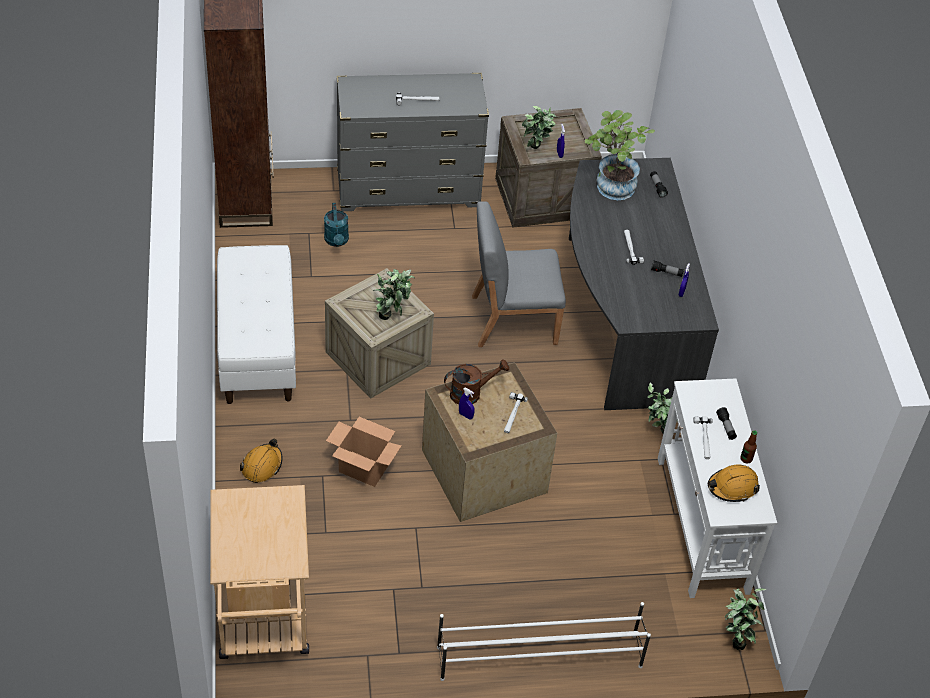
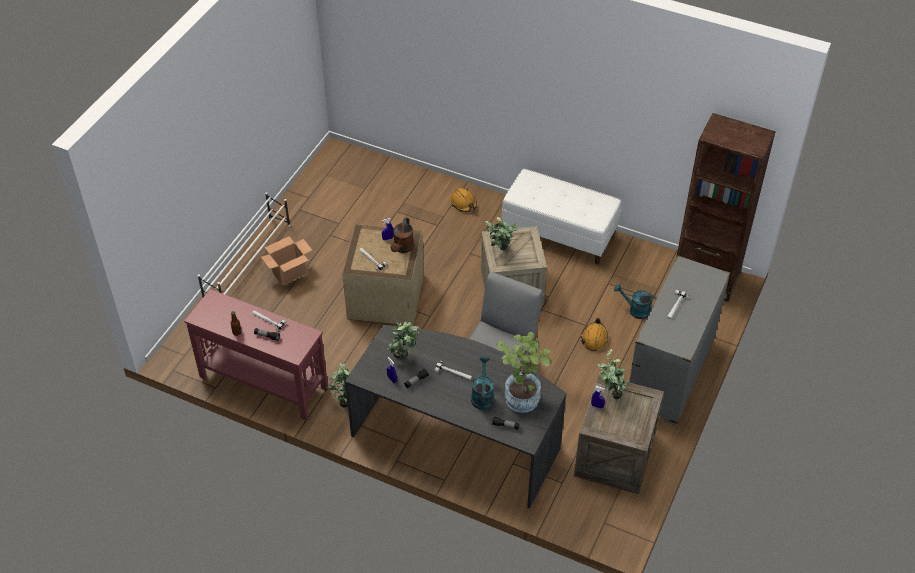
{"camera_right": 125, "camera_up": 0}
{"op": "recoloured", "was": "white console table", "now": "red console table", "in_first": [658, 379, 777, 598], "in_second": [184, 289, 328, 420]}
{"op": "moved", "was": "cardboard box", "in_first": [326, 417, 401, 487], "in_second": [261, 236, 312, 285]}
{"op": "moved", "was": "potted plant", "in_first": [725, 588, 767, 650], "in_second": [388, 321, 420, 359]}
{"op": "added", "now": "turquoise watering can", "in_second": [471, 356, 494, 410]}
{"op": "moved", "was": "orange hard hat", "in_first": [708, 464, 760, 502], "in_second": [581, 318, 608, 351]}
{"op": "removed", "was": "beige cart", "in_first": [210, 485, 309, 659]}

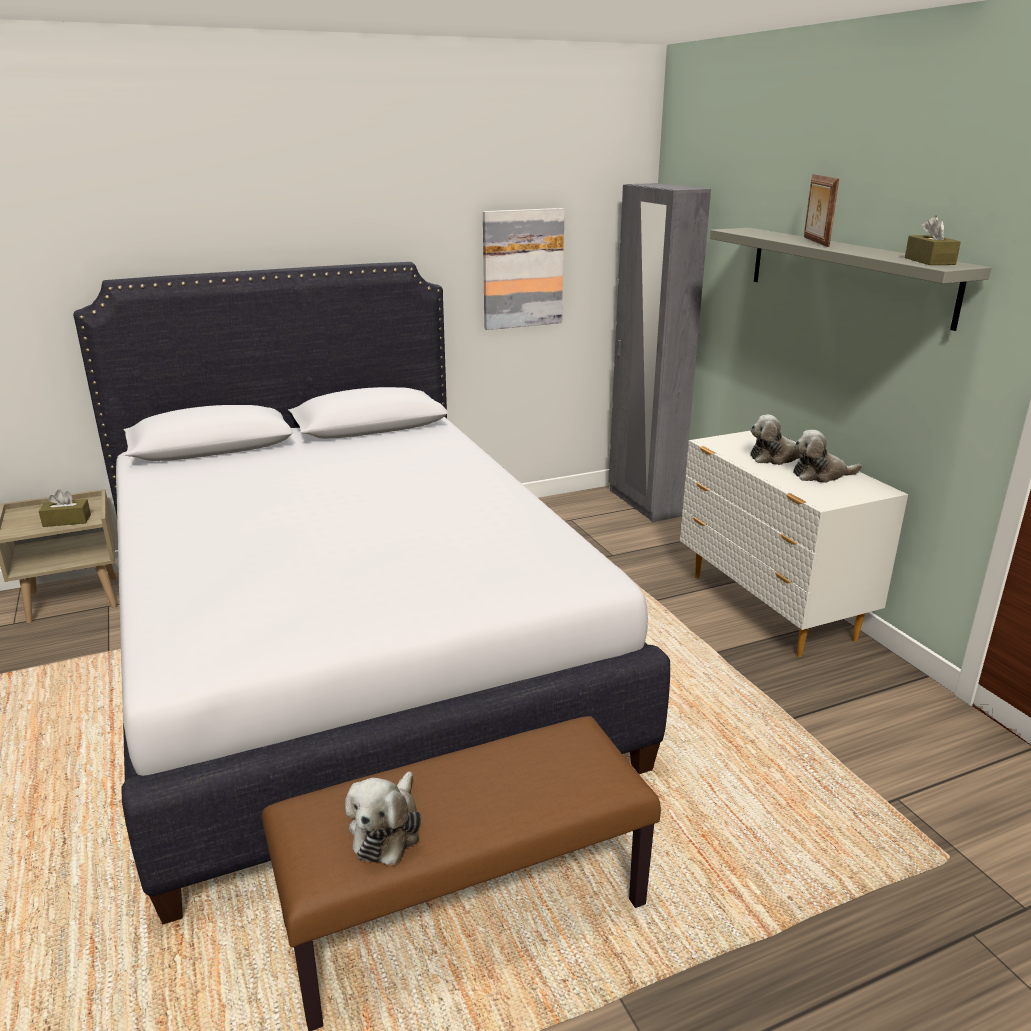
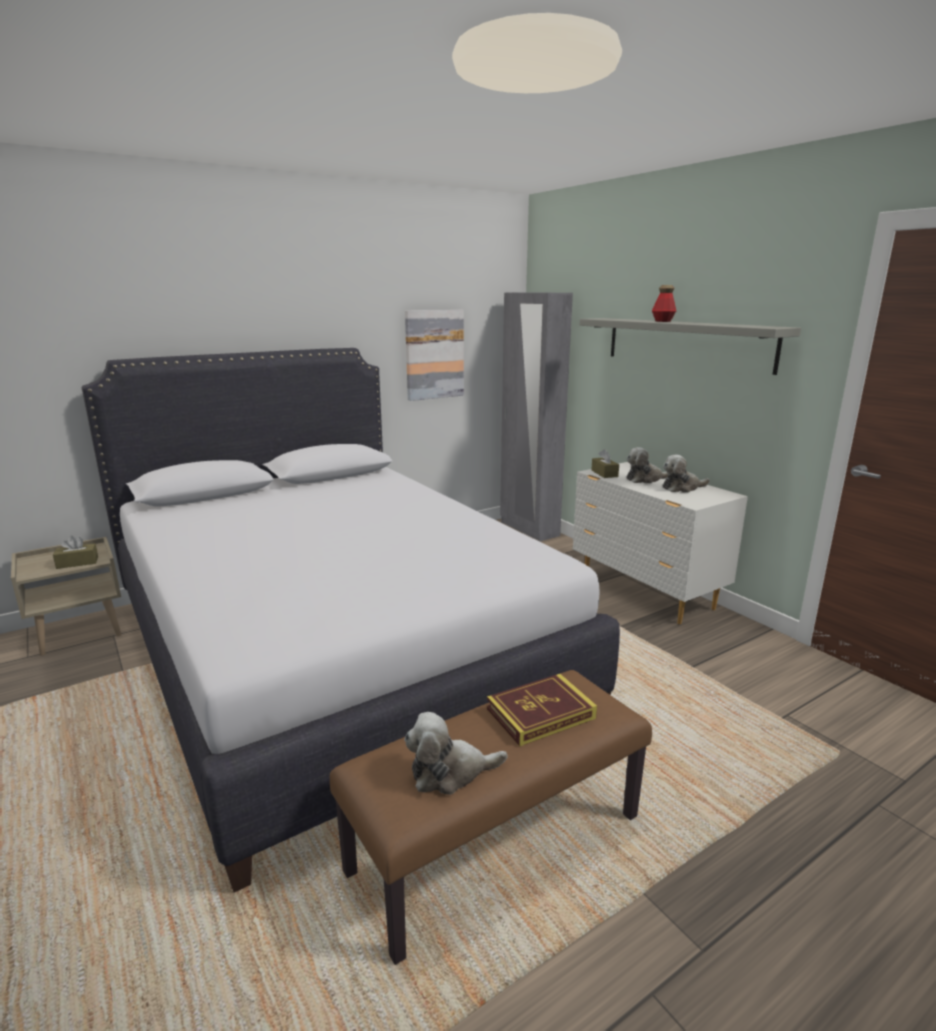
{"camera_right": -10, "camera_up": -5}
{"op": "turned", "was": "plush toy", "in_first": [345, 771, 421, 865], "in_second": [404, 712, 507, 795], "clockwise": 75}
{"op": "added", "now": "book", "in_second": [487, 674, 597, 747]}
{"op": "moved", "was": "brown tissue box", "in_first": [905, 215, 961, 265], "in_second": [591, 449, 619, 478]}
{"op": "replaced", "was": "picture frame", "now": "bottle", "in_first": [804, 174, 839, 247], "in_second": [652, 285, 676, 322]}

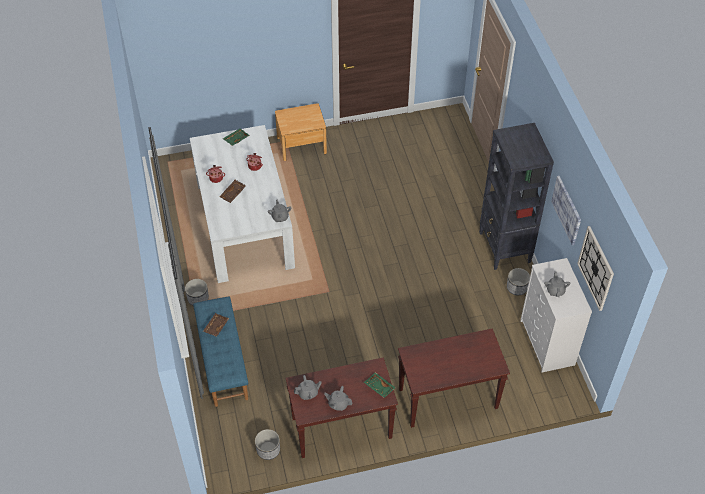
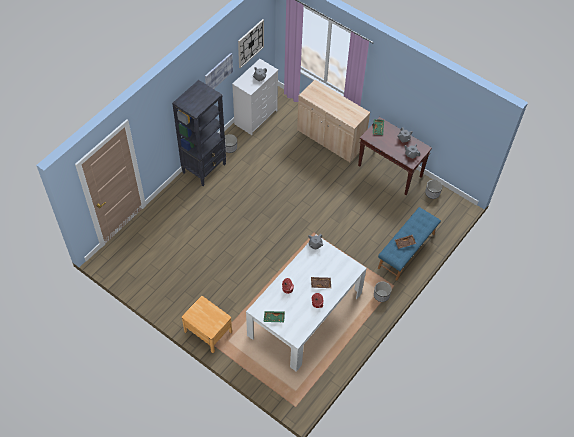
{"camera_right": -130, "camera_up": 5}
{"op": "replaced", "was": "brown console table", "now": "beige cabinet", "in_first": [398, 328, 510, 428], "in_second": [297, 80, 370, 162]}

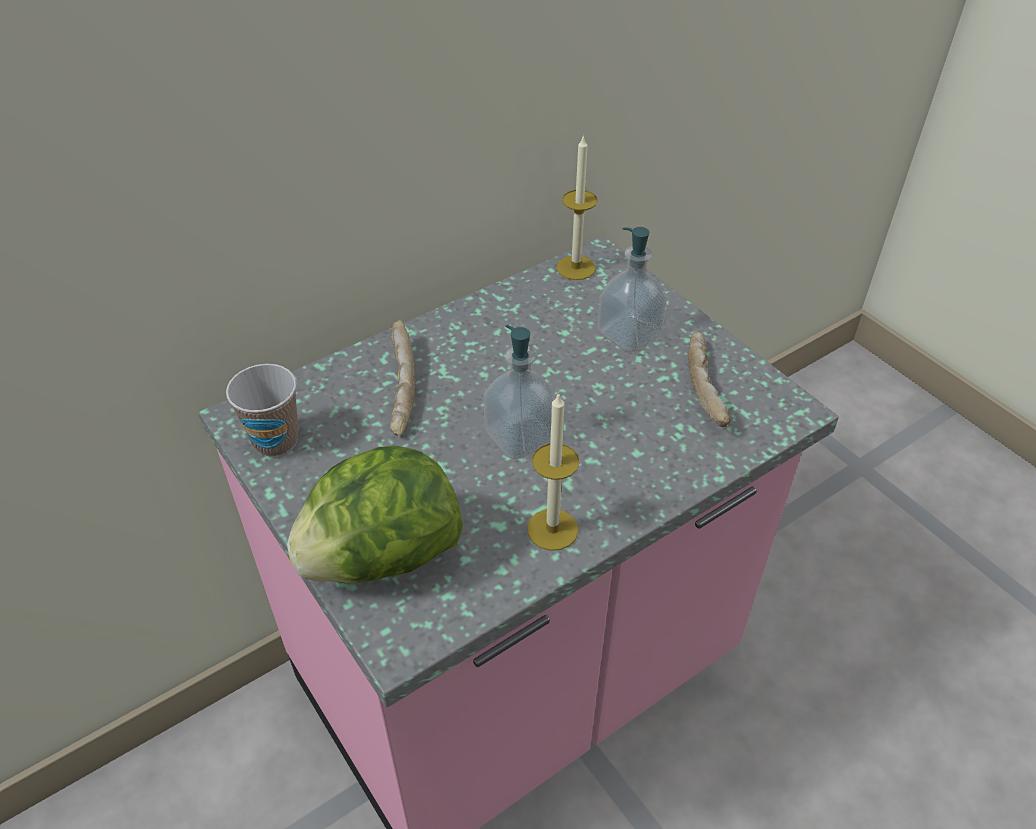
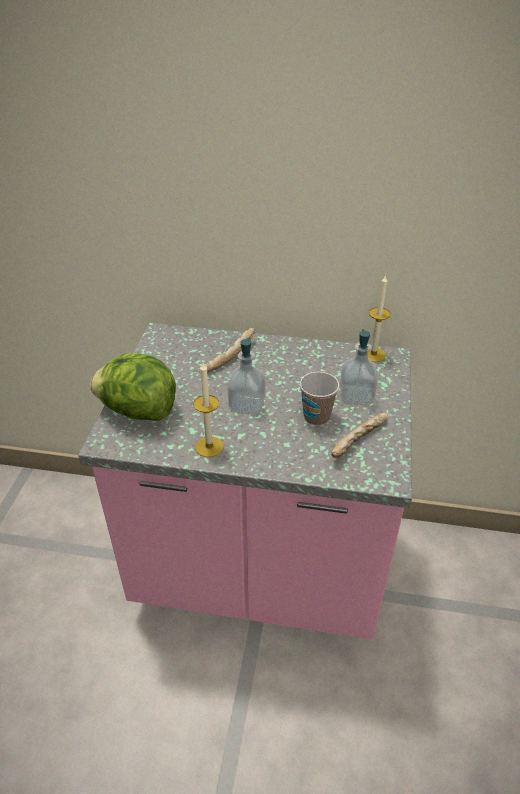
{"camera_right": 45, "camera_up": -5}
{"op": "moved", "was": "cup", "in_first": [226, 364, 298, 457], "in_second": [300, 372, 339, 426]}

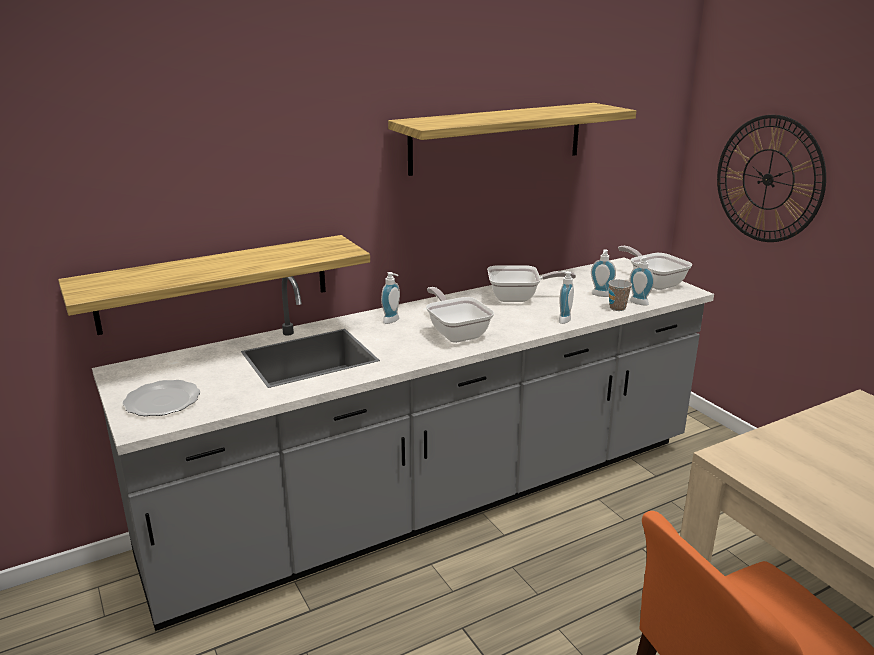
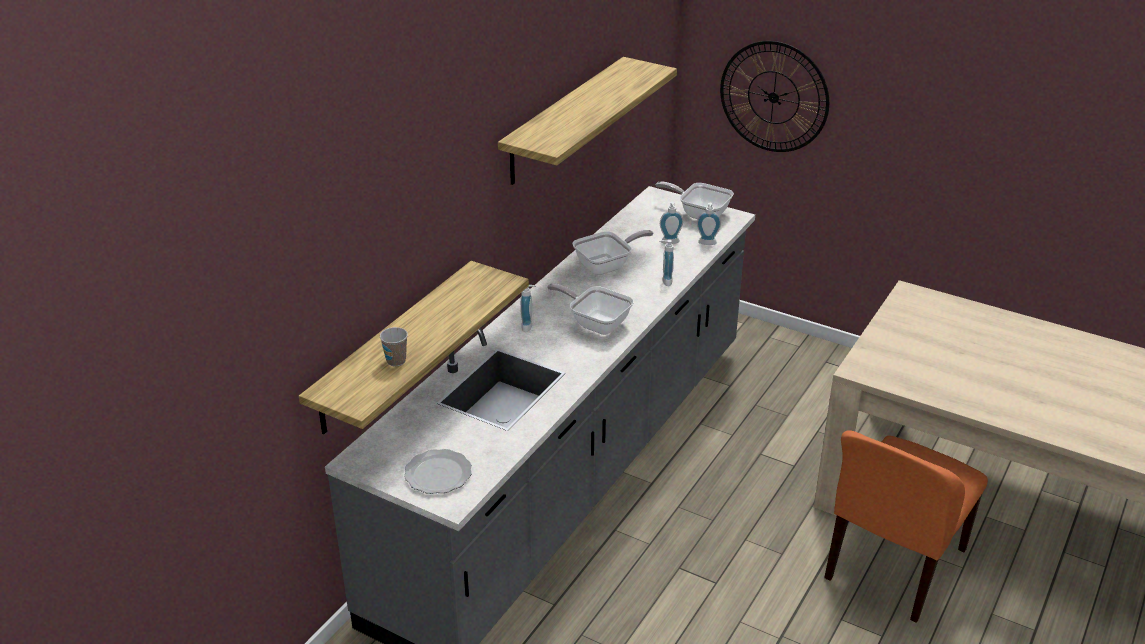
{"camera_right": -30, "camera_up": 10}
{"op": "moved", "was": "cup", "in_first": [608, 279, 632, 311], "in_second": [380, 327, 408, 366]}

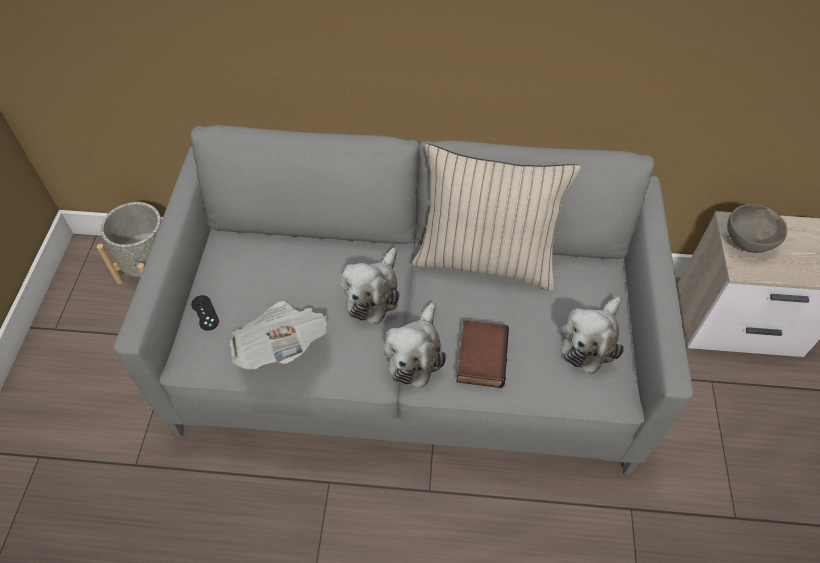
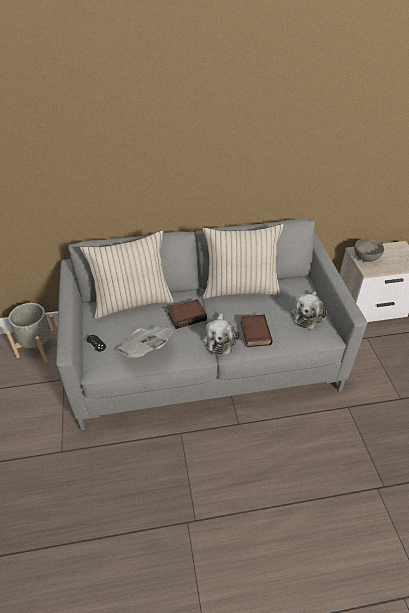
{"camera_right": -15, "camera_up": -10}
{"op": "added", "now": "beige pillow", "in_second": [80, 230, 174, 319]}
{"op": "replaced", "was": "plush toy", "now": "book", "in_first": [341, 248, 400, 325], "in_second": [167, 299, 207, 329]}

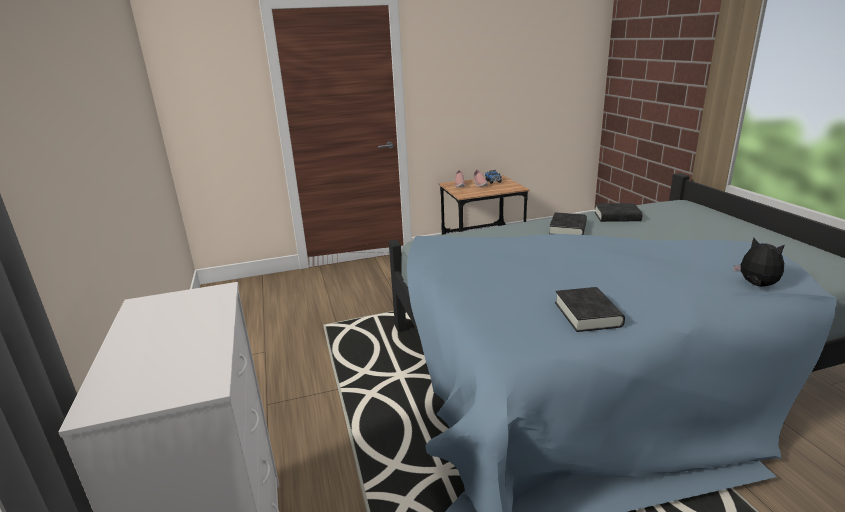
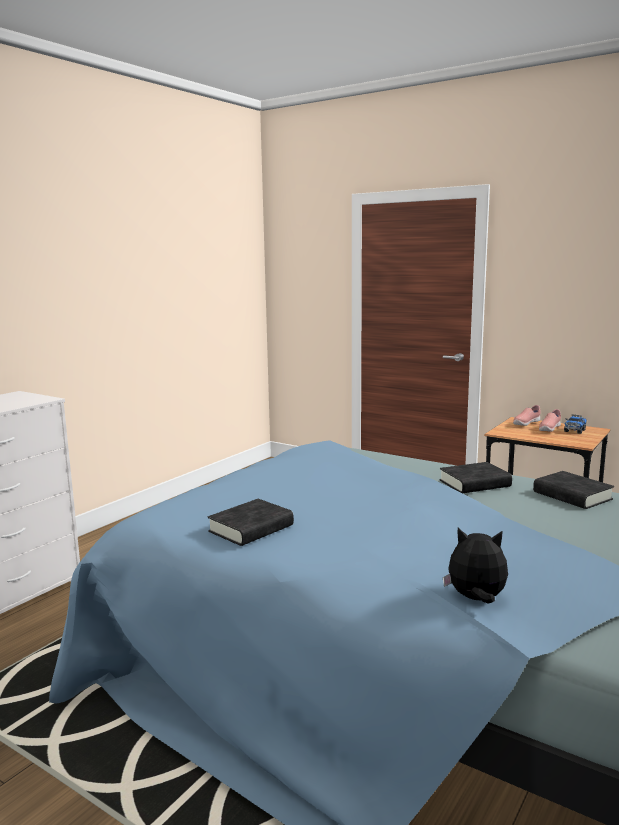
{"camera_right": 50, "camera_up": -10}
{"op": "turned", "was": "plush toy", "in_first": [733, 237, 785, 287], "in_second": [443, 528, 508, 604], "clockwise": -90}

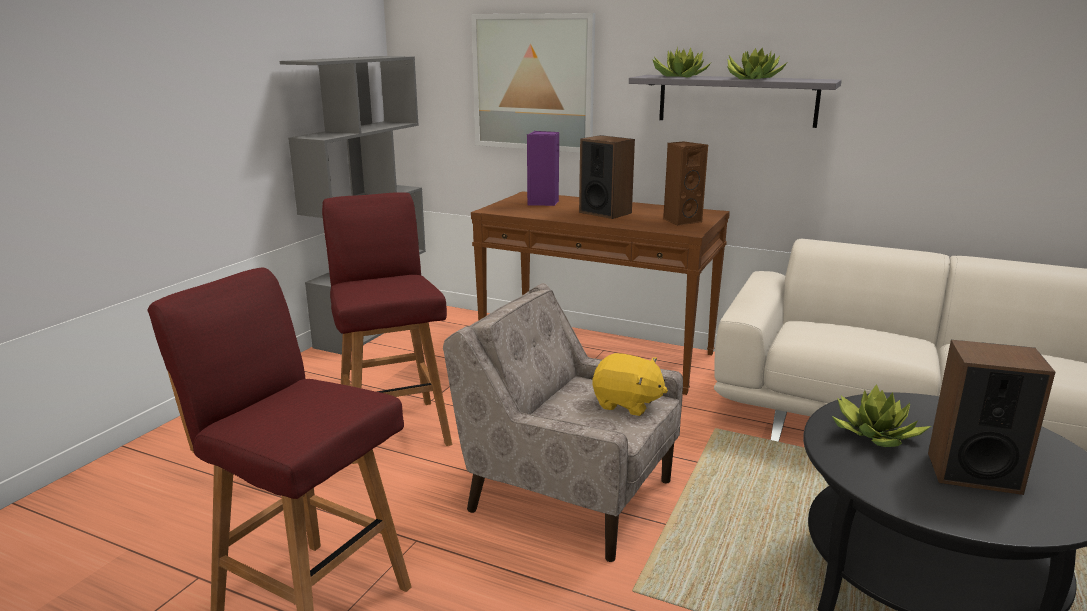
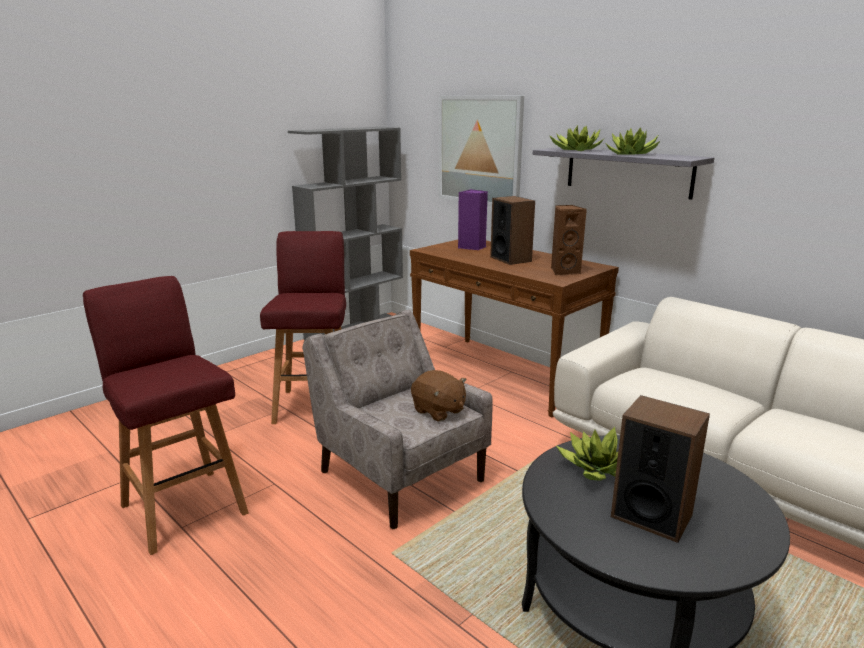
{"camera_right": 20, "camera_up": 0}
{"op": "recoloured", "was": "yellow plush toy", "now": "brown plush toy", "in_first": [593, 353, 668, 416], "in_second": [411, 370, 467, 422]}

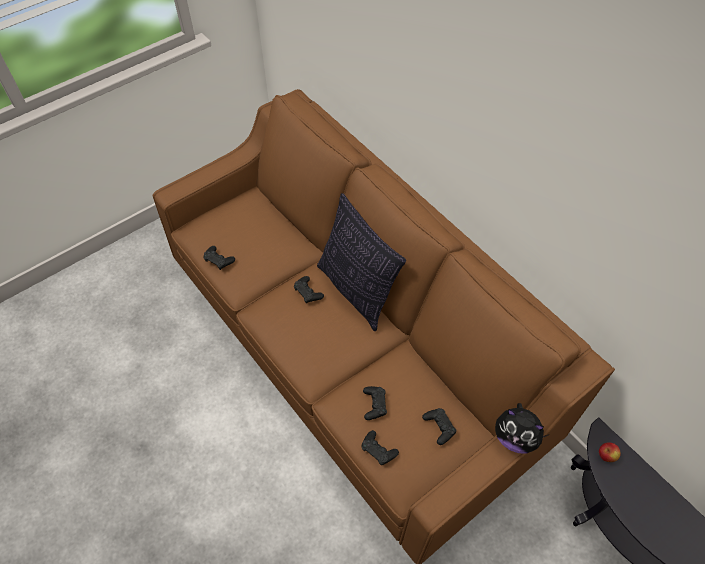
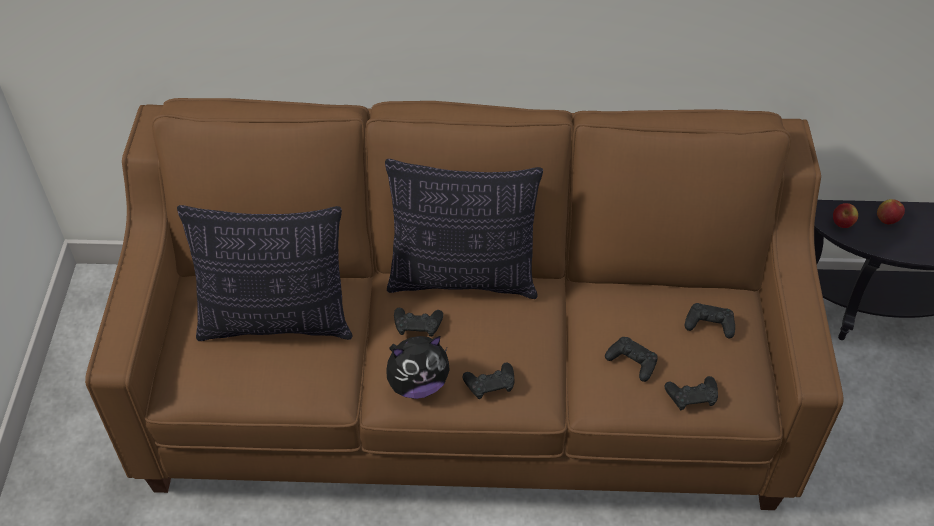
{"camera_right": -50, "camera_up": -5}
{"op": "added", "now": "pillow", "in_second": [177, 205, 352, 341]}
{"op": "moved", "was": "plush toy", "in_first": [495, 403, 550, 454], "in_second": [386, 336, 450, 399]}
{"op": "moved", "was": "black game controller", "in_first": [204, 246, 235, 270], "in_second": [463, 363, 515, 399]}
{"op": "added", "now": "apple", "in_second": [877, 199, 905, 224]}

